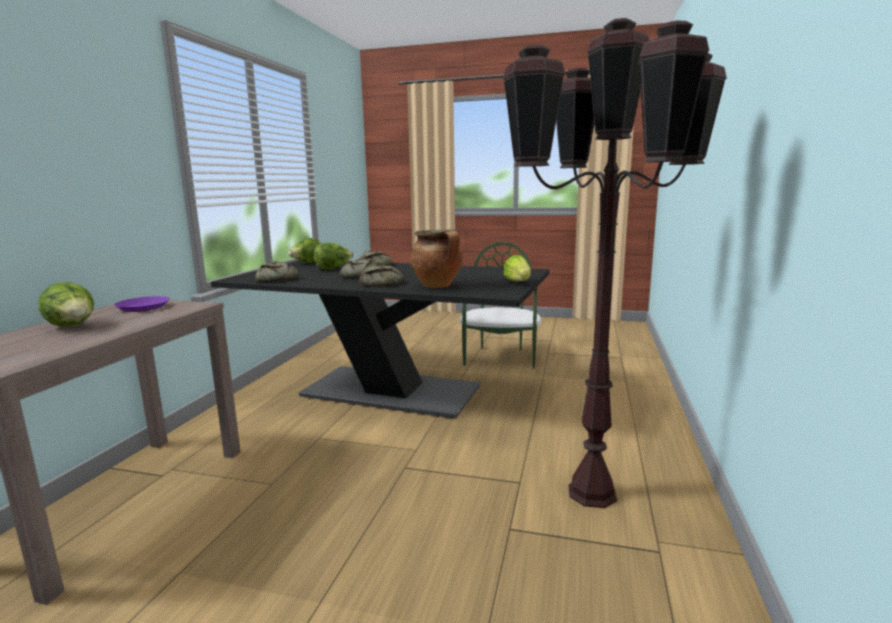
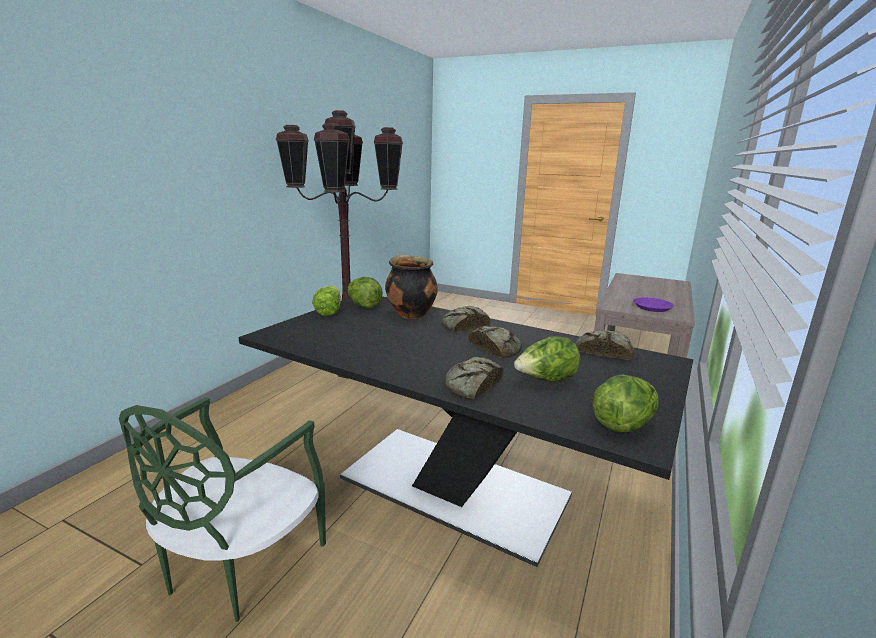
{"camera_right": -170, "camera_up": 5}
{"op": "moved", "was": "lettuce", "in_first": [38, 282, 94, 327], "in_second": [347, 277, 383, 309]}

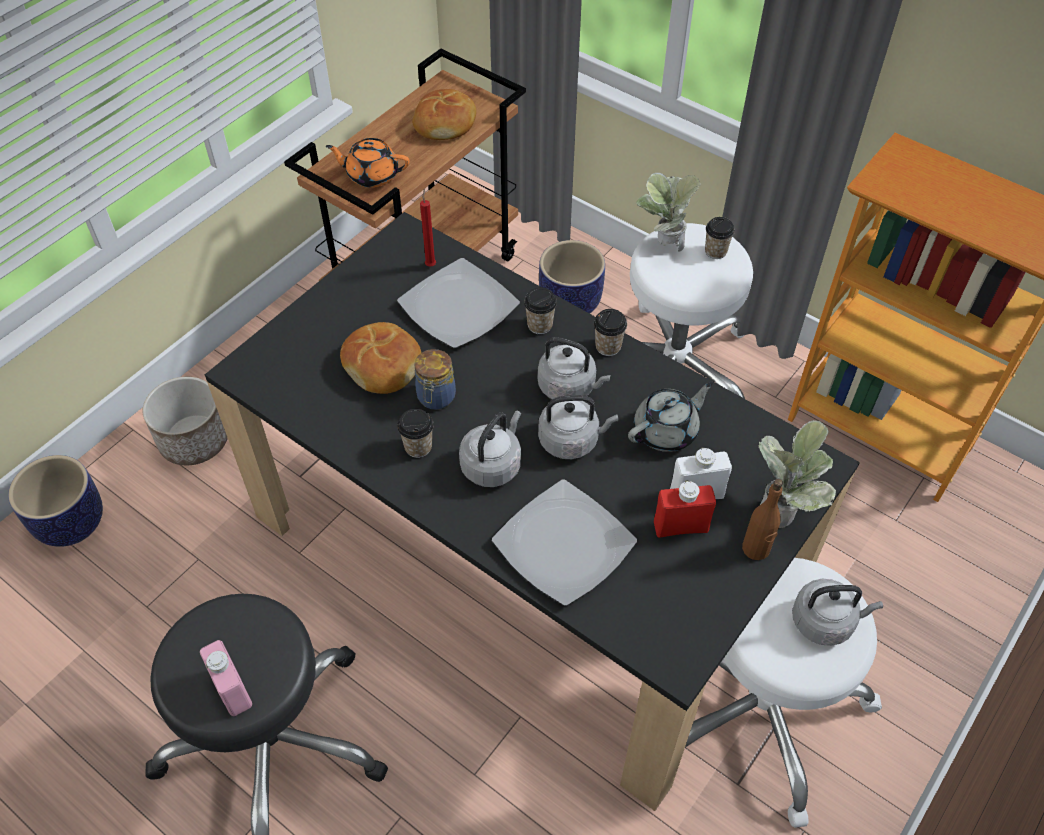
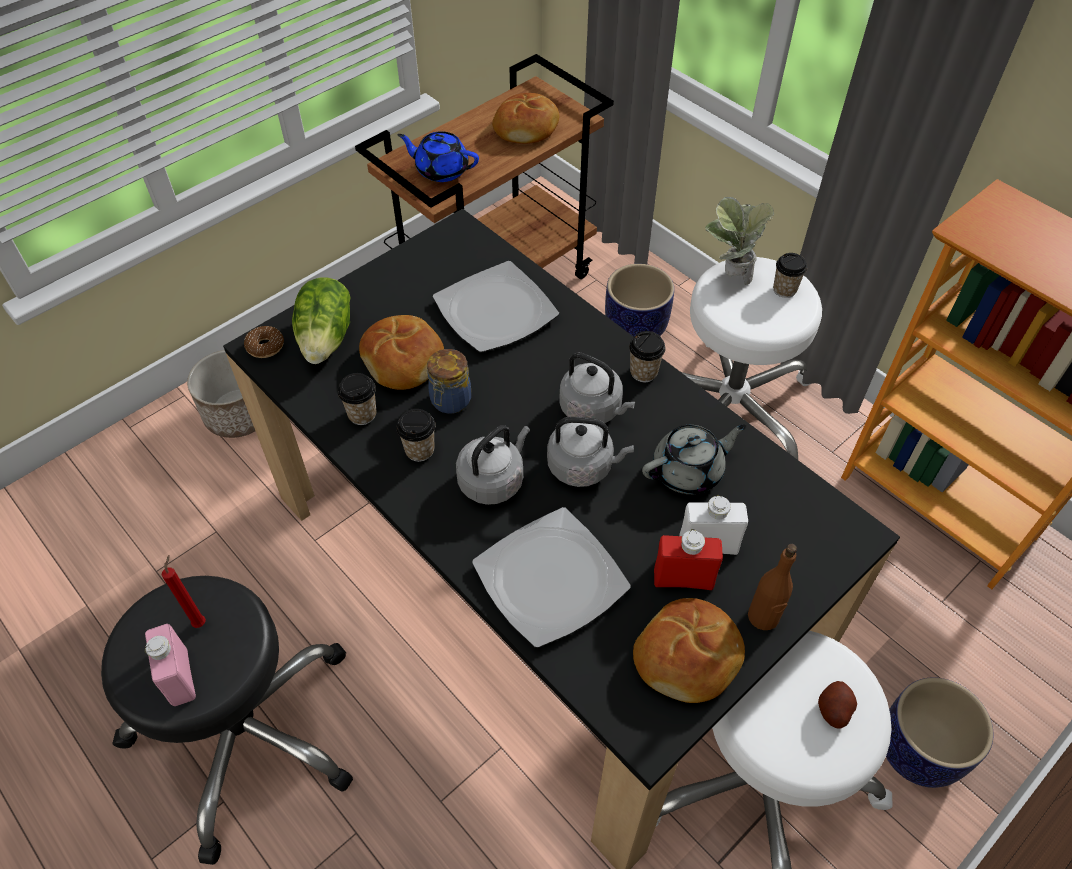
{"camera_right": 10, "camera_up": 0}
{"op": "moved", "was": "red candle", "in_first": [420, 189, 436, 266], "in_second": [161, 555, 206, 628]}
{"op": "added", "now": "donut", "in_second": [244, 326, 284, 358]}
{"op": "added", "now": "lettuce", "in_second": [292, 278, 350, 364]}
{"op": "moved", "was": "cup", "in_first": [524, 287, 557, 334], "in_second": [338, 373, 376, 425]}
{"op": "recoloured", "was": "orange teapot", "now": "blue teapot", "in_first": [326, 138, 409, 188], "in_second": [397, 131, 479, 182]}
{"op": "added", "now": "bread", "in_second": [633, 598, 745, 703]}
{"op": "replaced", "was": "grey kettle", "now": "potato", "in_first": [792, 579, 883, 646], "in_second": [818, 681, 857, 729]}
{"op": "moved", "was": "planter", "in_first": [8, 455, 103, 547], "in_second": [886, 677, 993, 788]}
{"op": "removed", "was": "potted plant", "in_first": [759, 420, 836, 528]}

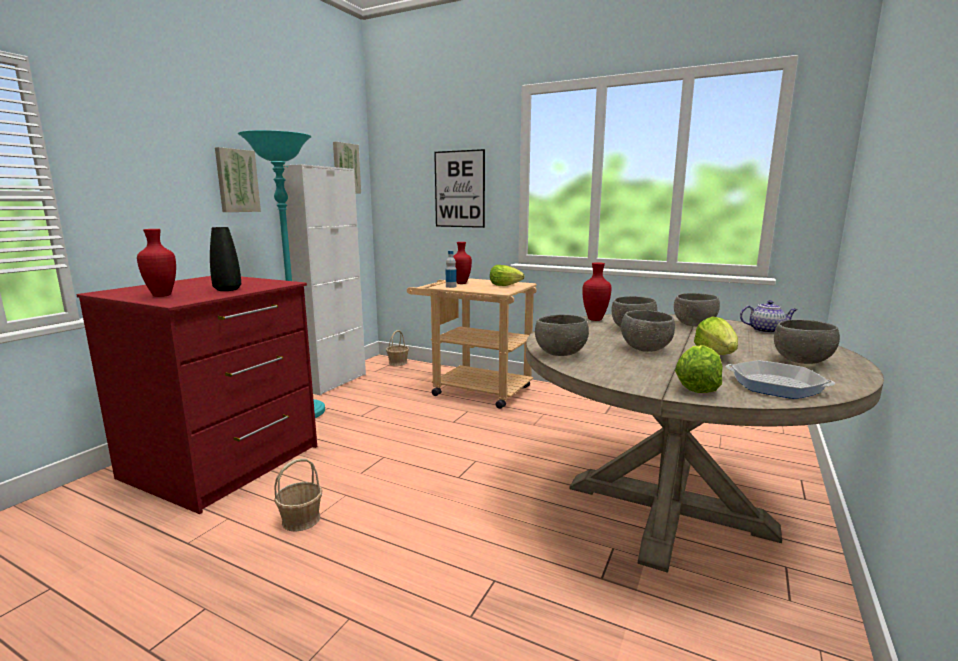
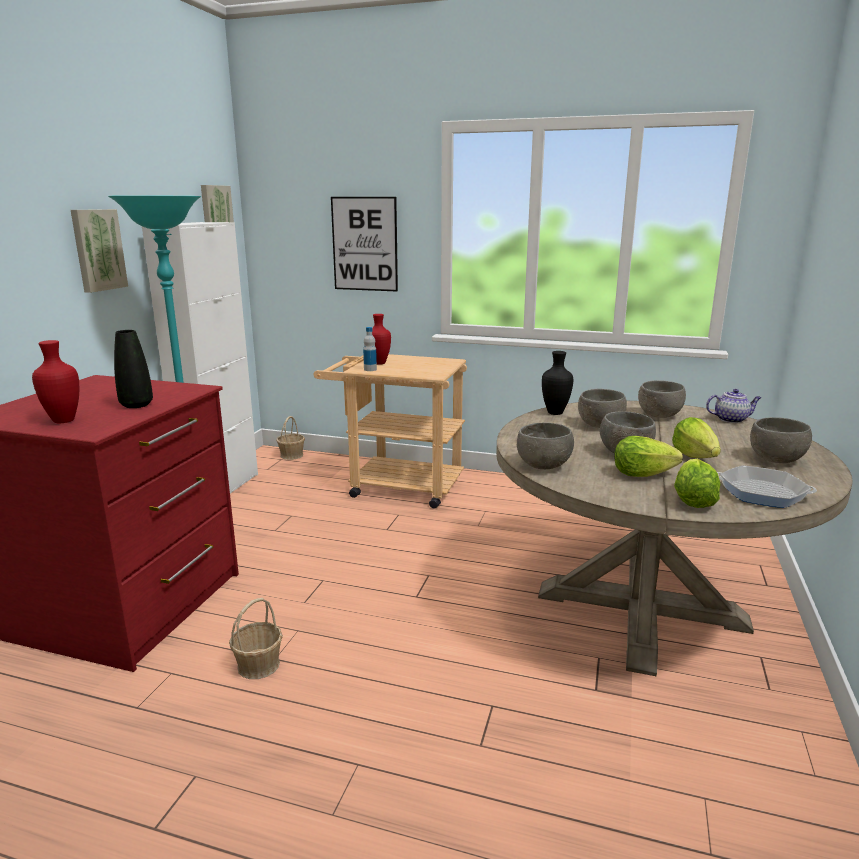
{"camera_right": -10, "camera_up": 5}
{"op": "recoloured", "was": "red vase", "now": "black vase", "in_first": [582, 262, 611, 321], "in_second": [542, 351, 573, 415]}
{"op": "moved", "was": "lettuce", "in_first": [490, 265, 524, 286], "in_second": [614, 436, 683, 477]}

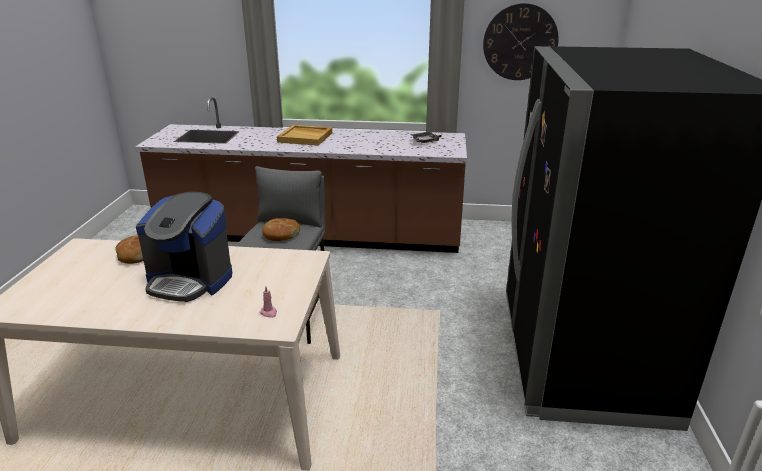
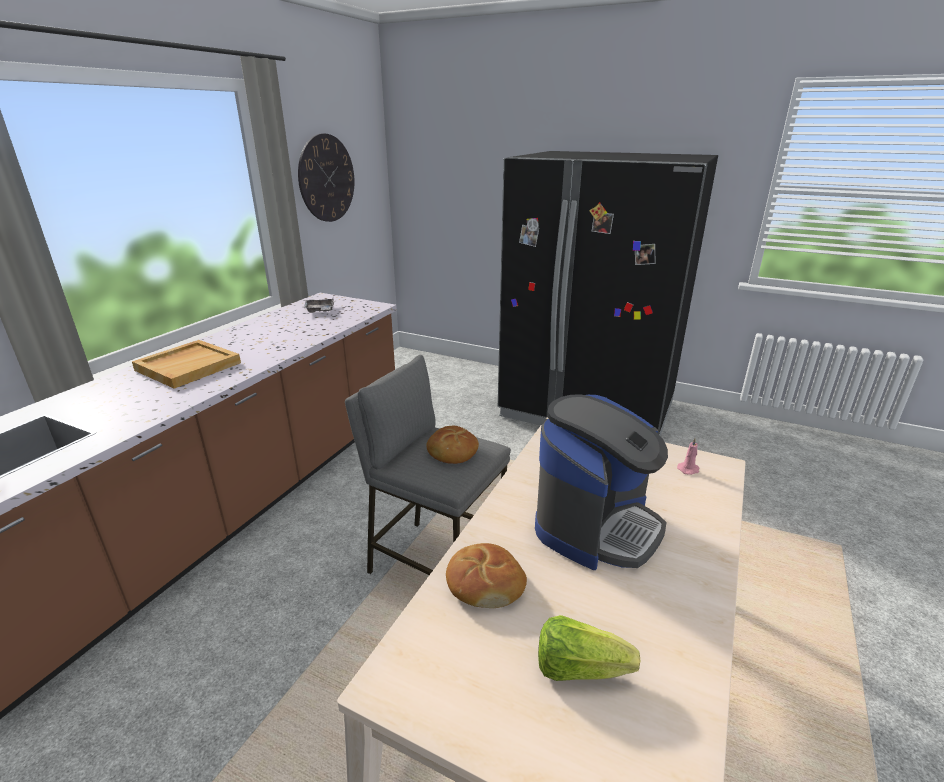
{"camera_right": -70, "camera_up": 0}
{"op": "added", "now": "lettuce", "in_second": [538, 615, 640, 681]}

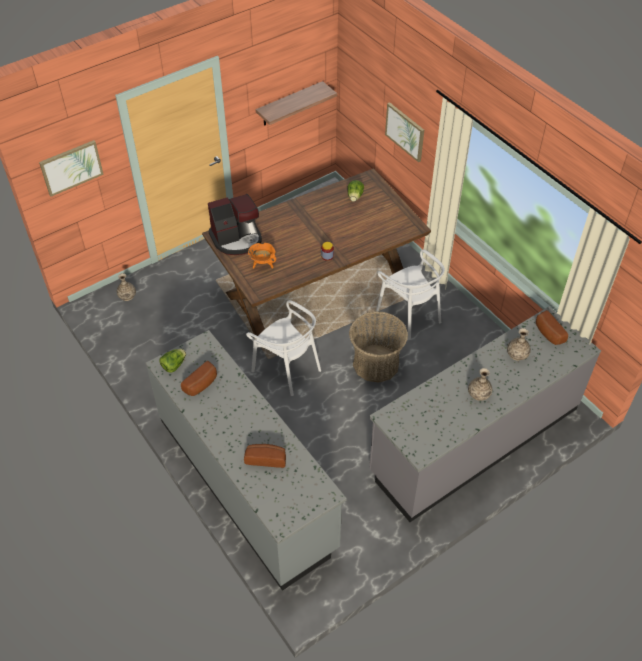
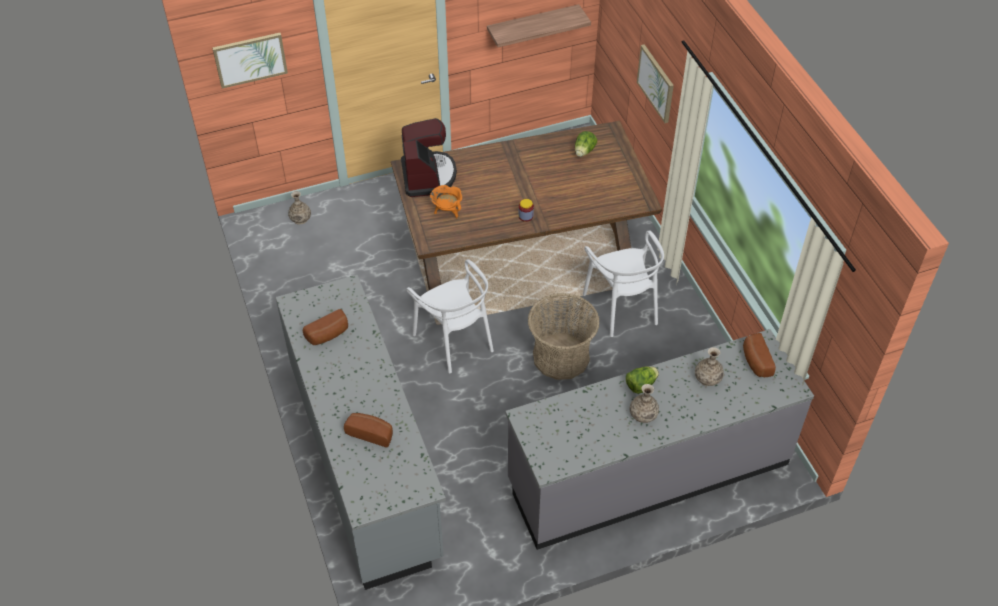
{"camera_right": 15, "camera_up": 0}
{"op": "turned", "was": "coffee machine", "in_first": [208, 194, 262, 255], "in_second": [401, 118, 457, 197], "clockwise": -90}
{"op": "moved", "was": "lettuce", "in_first": [159, 349, 186, 372], "in_second": [626, 366, 659, 394]}

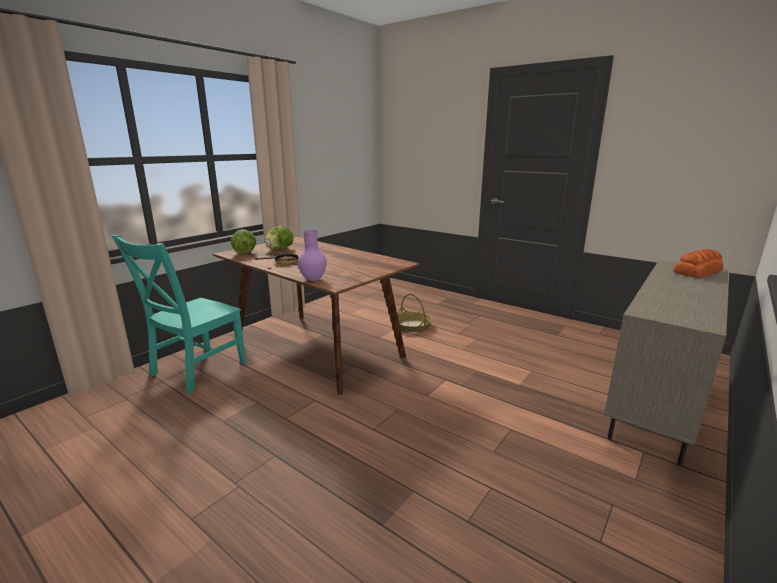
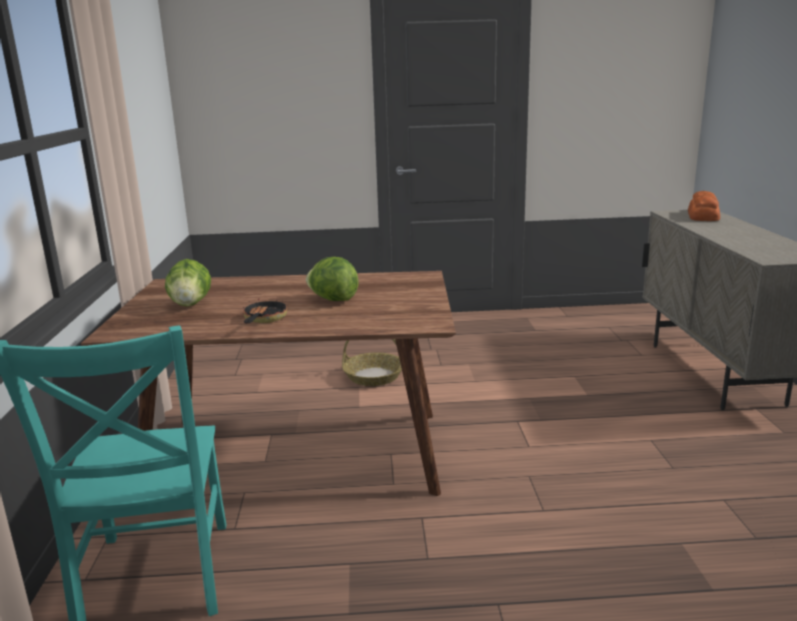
{"camera_right": -40, "camera_up": 0}
{"op": "moved", "was": "lettuce", "in_first": [231, 229, 256, 254], "in_second": [306, 257, 359, 301]}
{"op": "removed", "was": "purple vase", "in_first": [298, 230, 327, 281]}

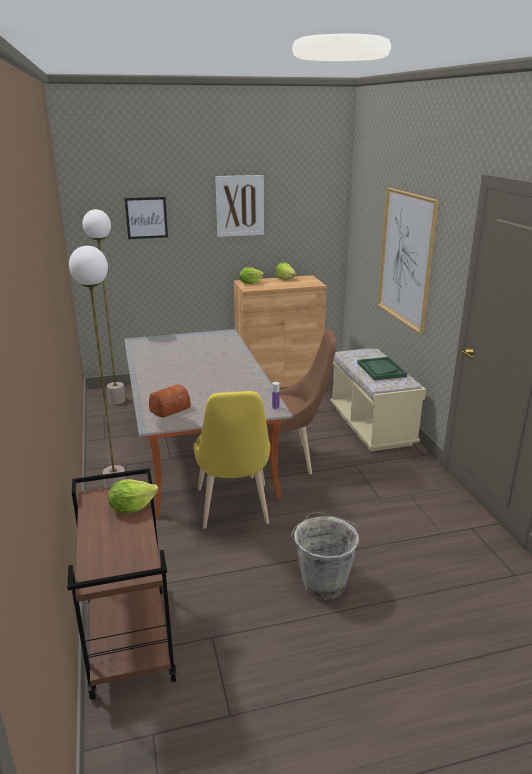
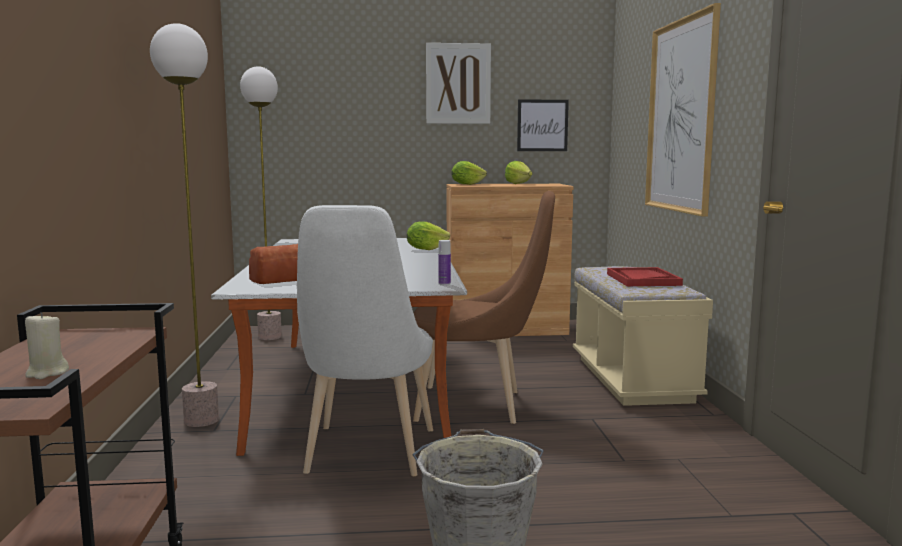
{"camera_right": 10, "camera_up": -15}
{"op": "added", "now": "beige candle", "in_second": [25, 312, 69, 379]}
{"op": "recoloured", "was": "yellow chair", "now": "white chair", "in_first": [193, 391, 270, 529], "in_second": [297, 205, 433, 477]}
{"op": "moved", "was": "lettuce", "in_first": [108, 479, 158, 513], "in_second": [407, 221, 450, 250]}
{"op": "moved", "was": "picture", "in_first": [125, 197, 168, 239], "in_second": [517, 99, 569, 151]}
{"op": "recoloured", "was": "green tray", "now": "red tray", "in_first": [357, 357, 407, 380], "in_second": [607, 267, 683, 286]}

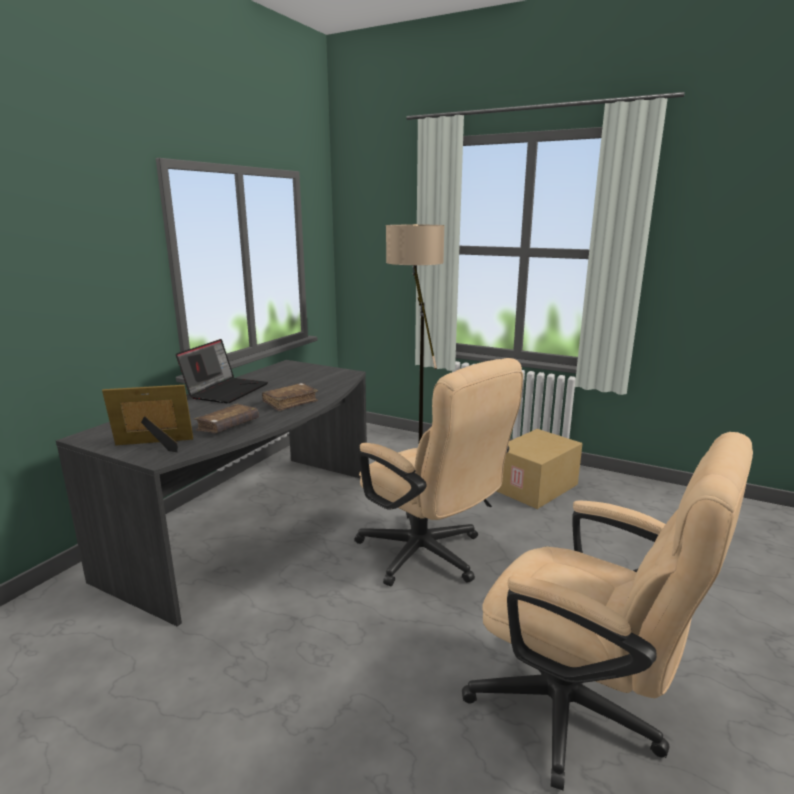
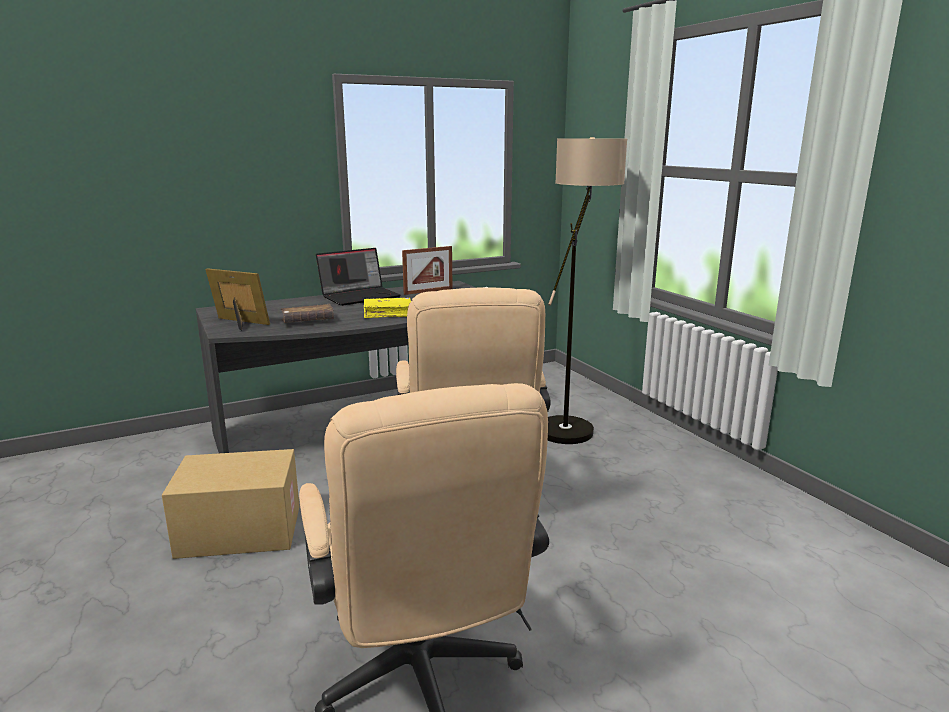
{"camera_right": 35, "camera_up": 0}
{"op": "moved", "was": "cardboard box", "in_first": [497, 429, 583, 509], "in_second": [162, 449, 300, 559]}
{"op": "recoloured", "was": "brown book", "now": "yellow book", "in_first": [262, 383, 318, 411], "in_second": [364, 297, 411, 318]}
{"op": "added", "now": "picture frame", "in_second": [402, 246, 453, 295]}

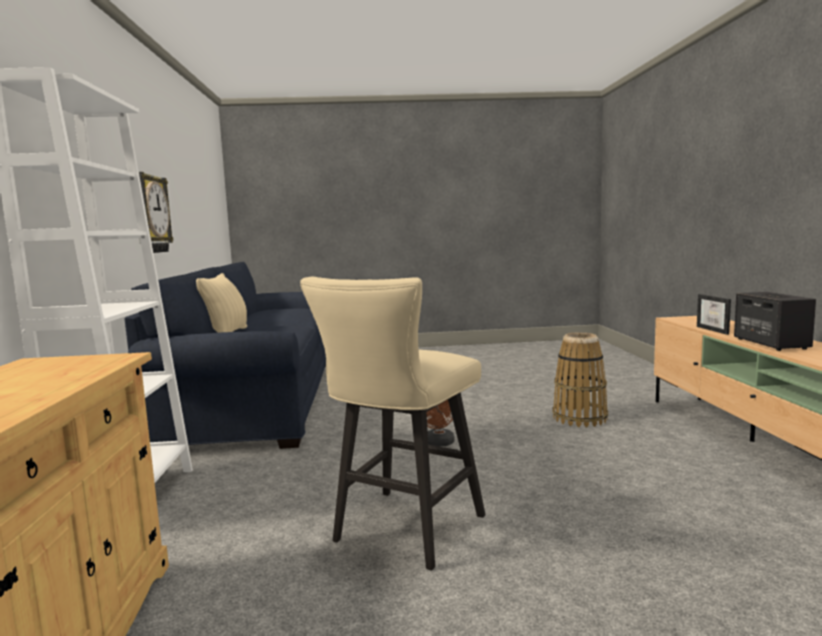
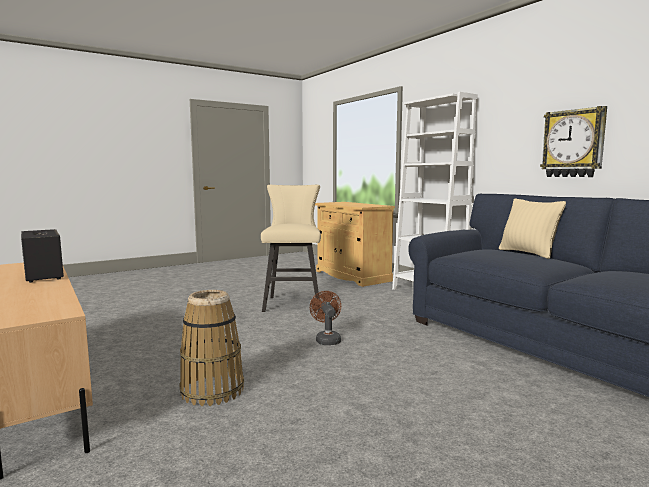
{"camera_right": 150, "camera_up": 0}
{"op": "removed", "was": "picture frame", "in_first": [697, 294, 731, 335]}

